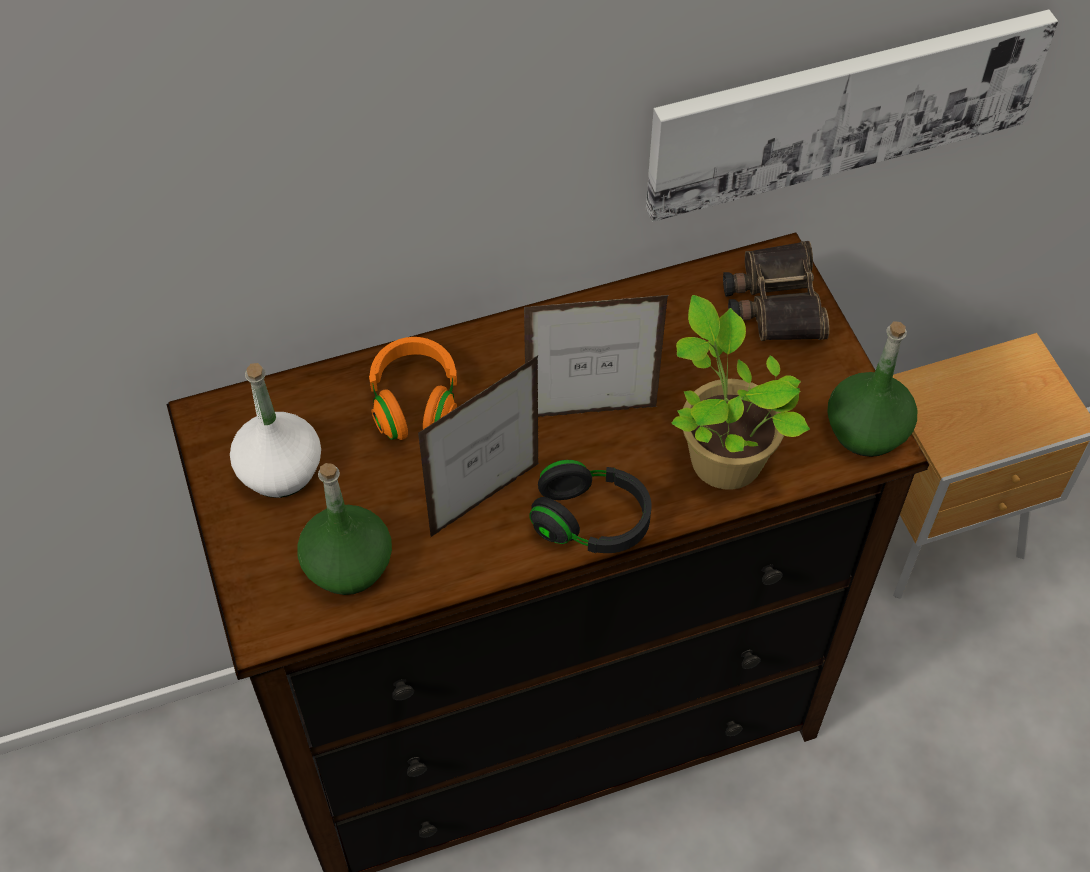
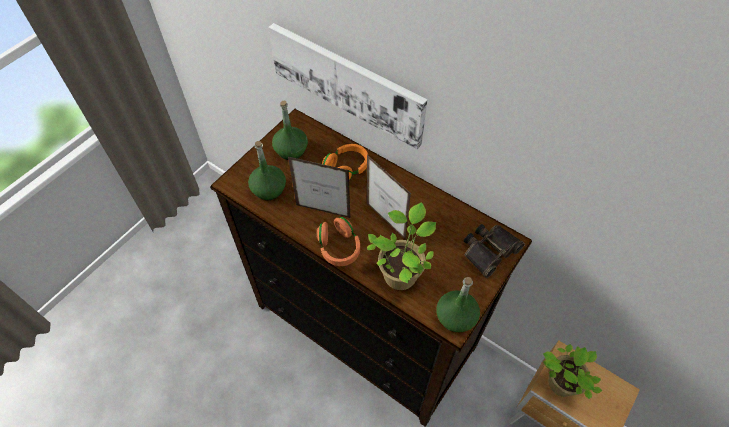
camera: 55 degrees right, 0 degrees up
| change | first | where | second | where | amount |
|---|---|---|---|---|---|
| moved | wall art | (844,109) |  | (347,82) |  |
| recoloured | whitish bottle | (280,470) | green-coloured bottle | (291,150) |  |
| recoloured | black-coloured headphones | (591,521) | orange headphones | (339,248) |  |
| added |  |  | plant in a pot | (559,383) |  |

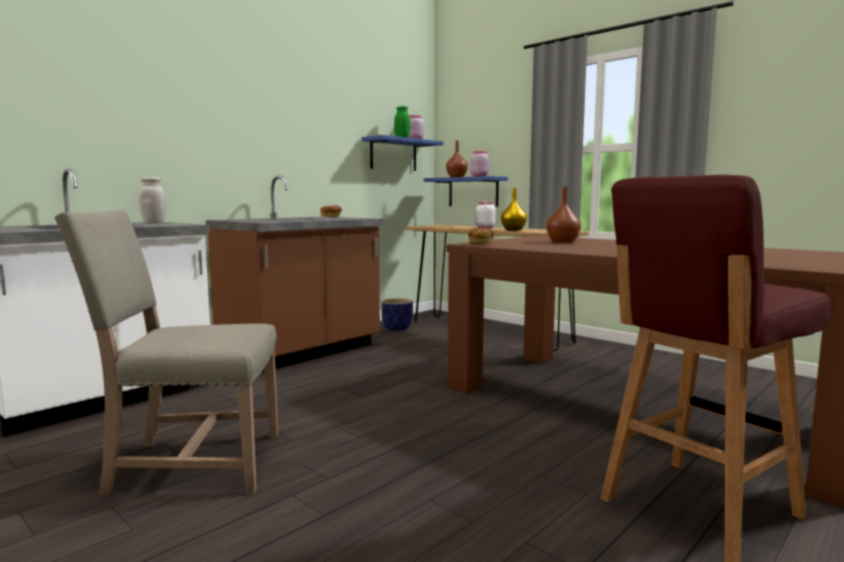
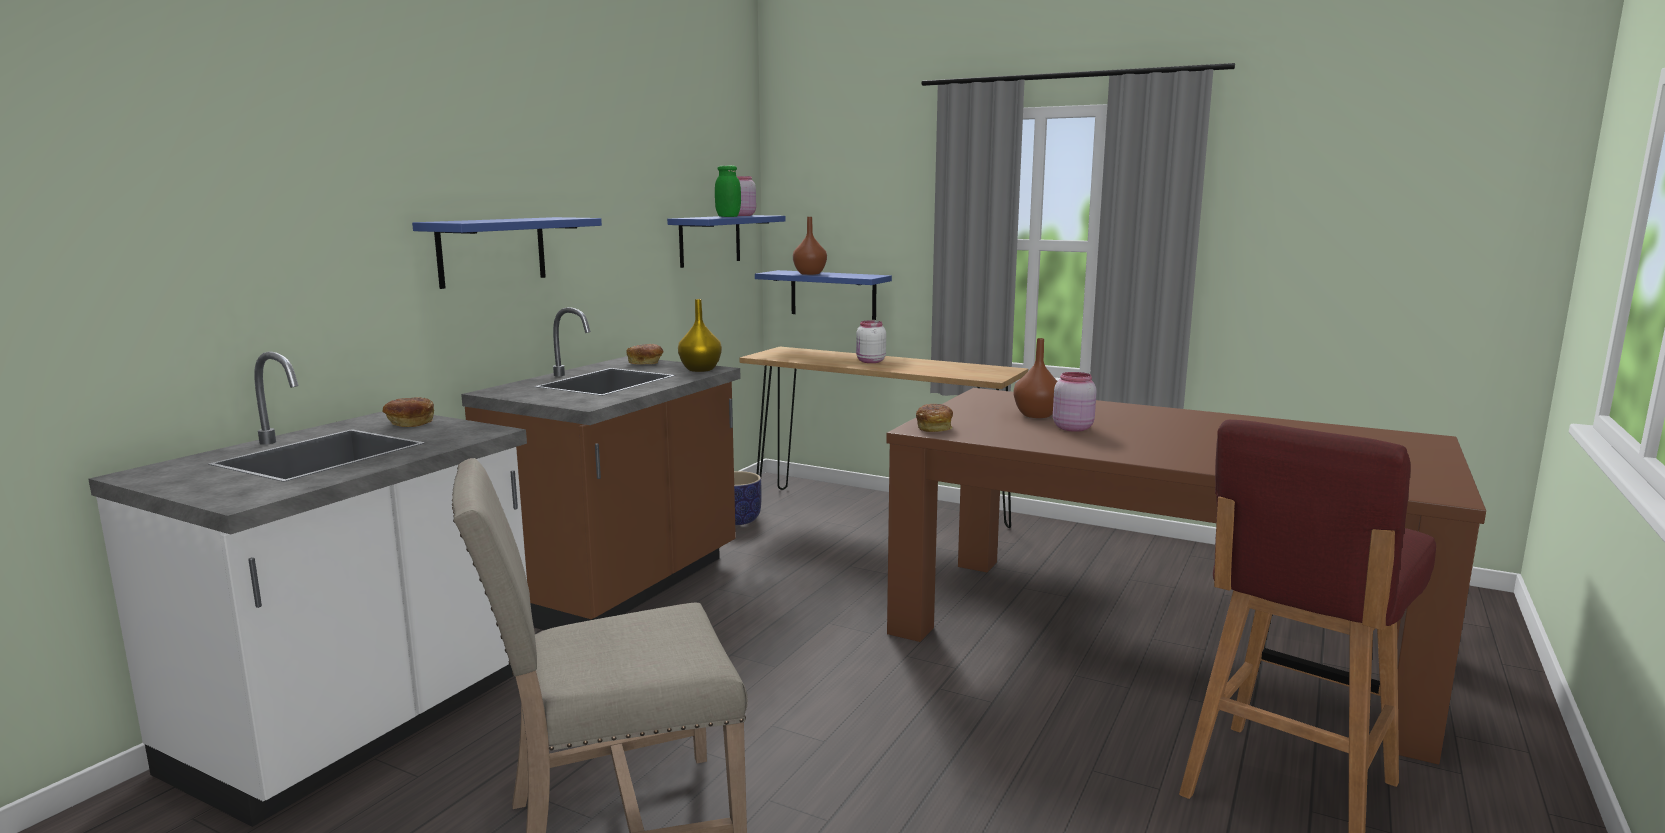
camera: 15 degrees left, 5 degrees up
| change | first | where | second | where | amount |
|---|---|---|---|---|---|
| moved | pink preserve jar | (479,176) |  | (1072,428) |  |
| replaced | whitish preserve jar | (153,223) | baked bread | (410,423) |  |
| moved | yellow-coloured flower vase | (513,230) |  | (700,370) |  |
| added |  |  | blue bracket shelf | (492,251) |  |

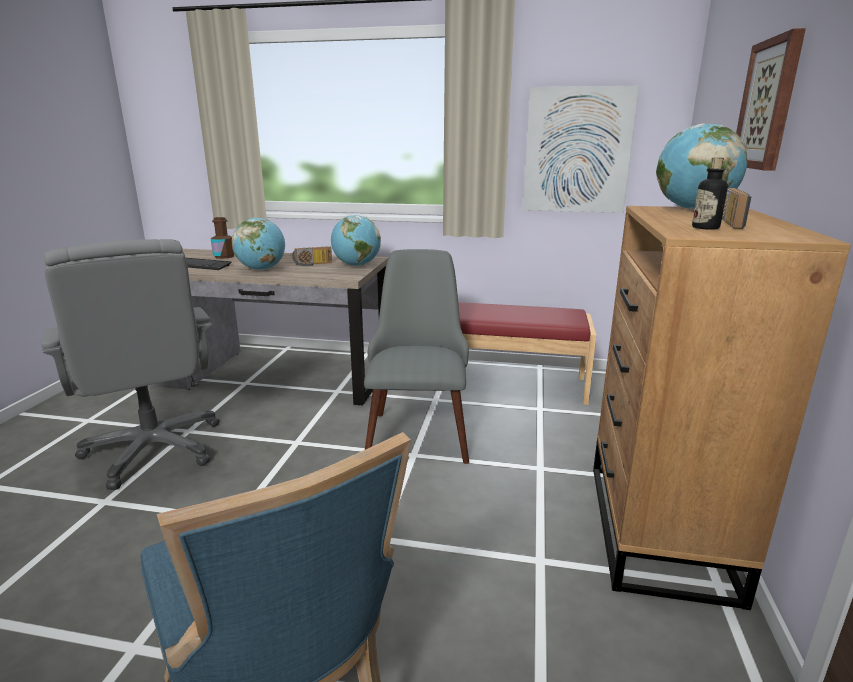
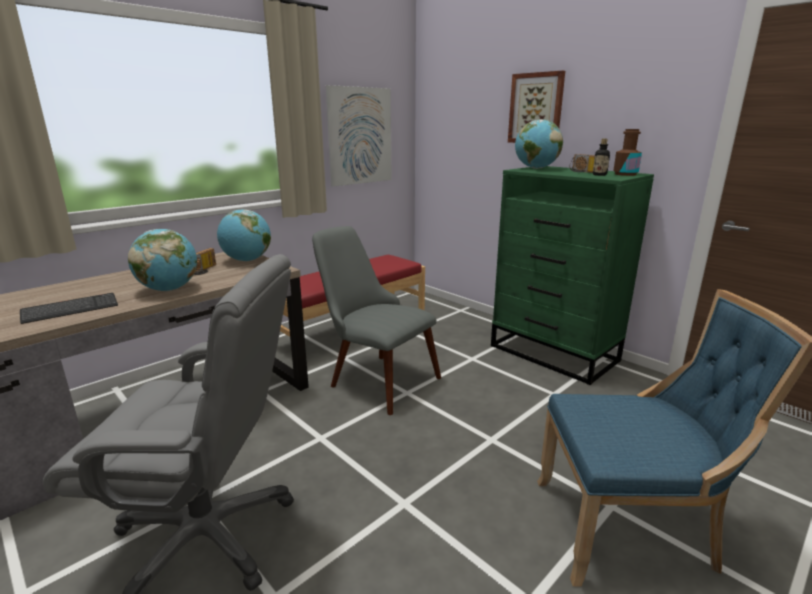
camera: 55 degrees left, 0 degrees up
| change | first | where | second | where | amount |
|---|---|---|---|---|---|
| recoloured | brownish chest of drawers | (658,529) | green-coloured chest of drawers | (554,354) |  |
| moved | brownish bottle | (224,256) |  | (625,174) |  |

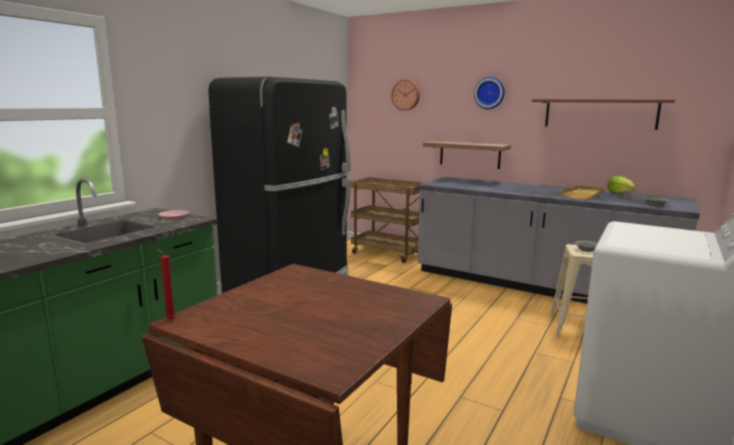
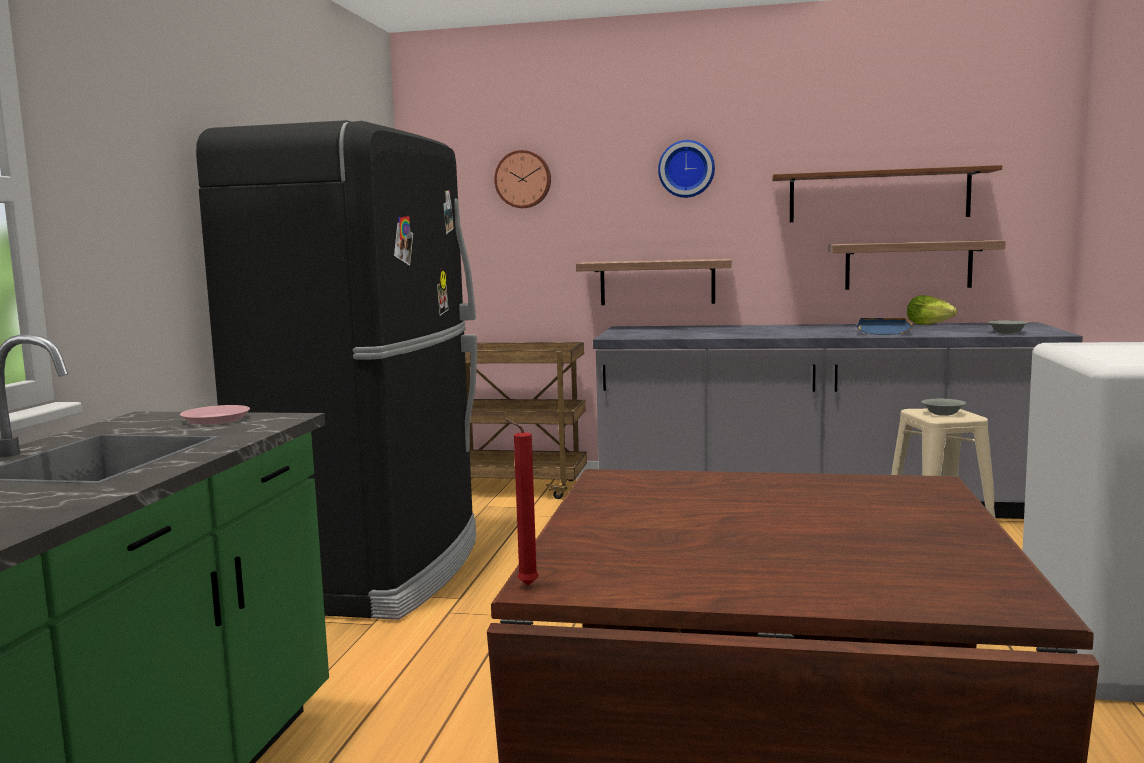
camera: 20 degrees left, 5 degrees down
| change | first | where | second | where | amount |
|---|---|---|---|---|---|
| recoloured | sand-coloured serving tray | (583,194) | blue serving tray | (883,329) |  |
| added |  |  | bracket shelf | (908,265) |  |

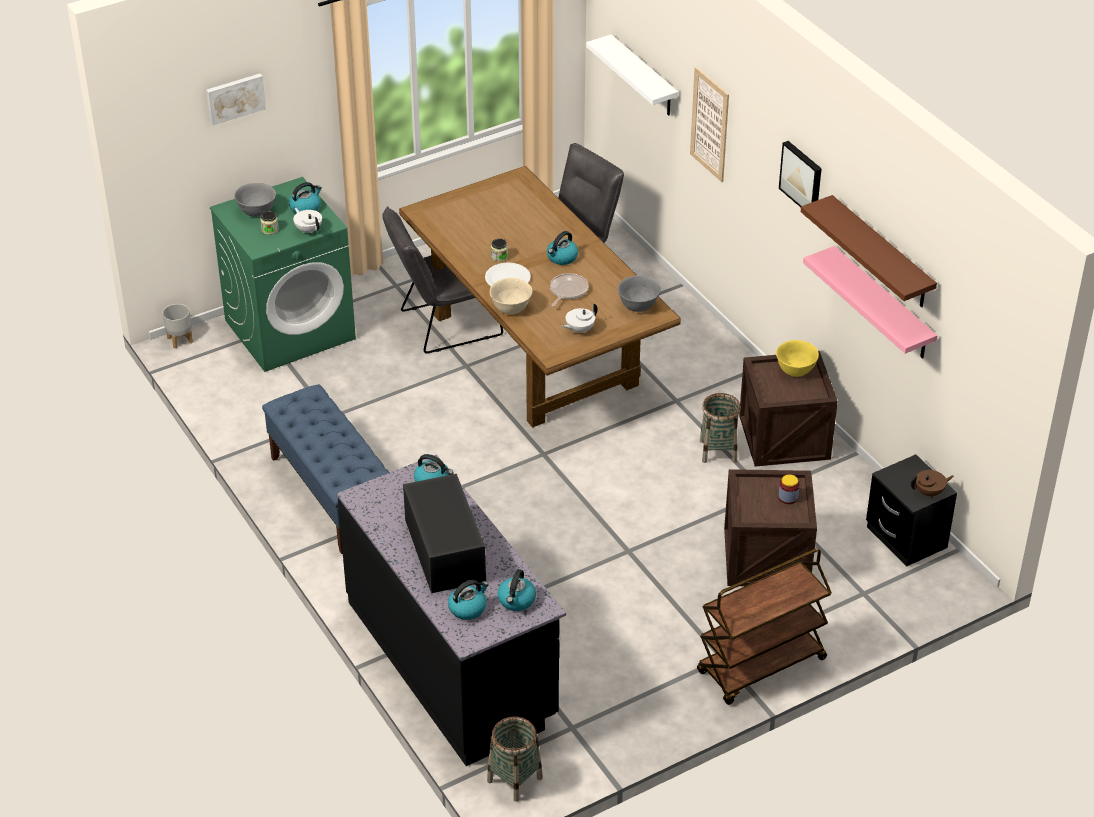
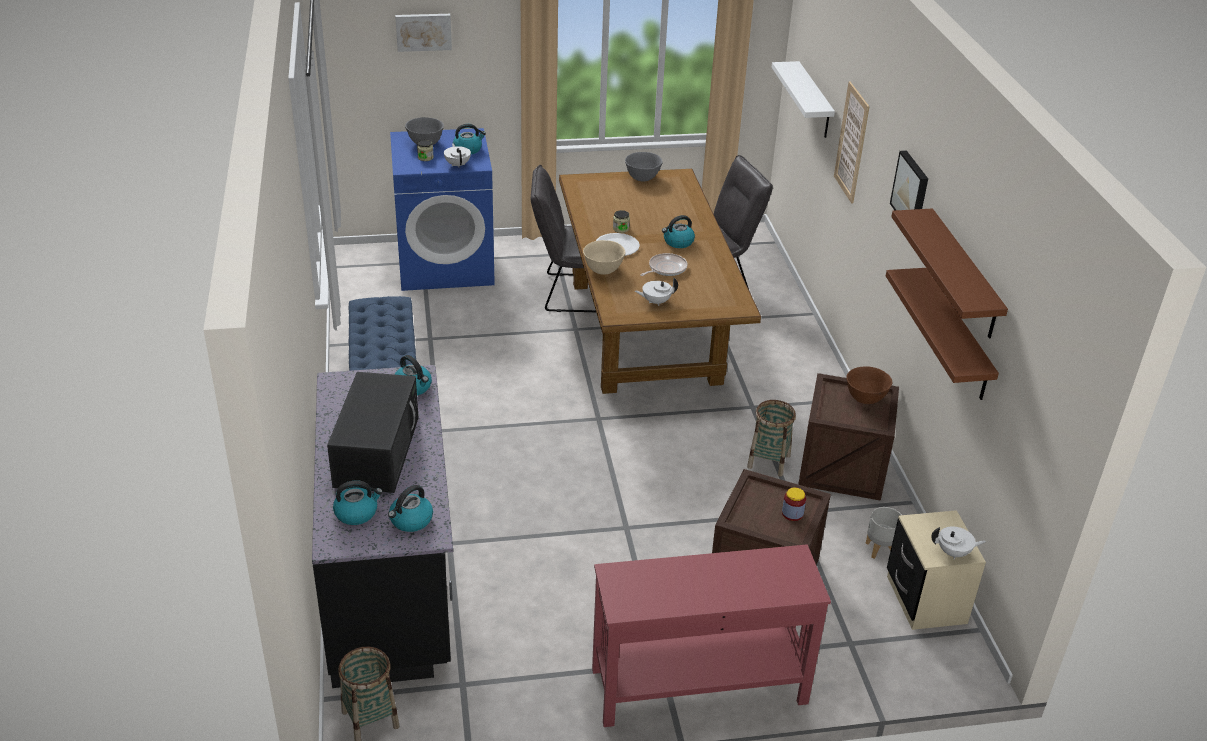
camera: 20 degrees right, 5 degrees down
| change | first | where | second | where | amount |
|---|---|---|---|---|---|
| recoloured | green-coloured washing machine | (290,329) | blue washing machine | (446,265) |  |
| recoloured | pink bracket shelf | (882,304) | brownish bracket shelf | (956,335) |  |
| moved | grey deep dish | (638,306) |  | (643,178) |  |
| moved | grey planter | (180,340) |  | (880,549) |  |
| recoloured | yellow-coloured deep dish | (796,370) | brownish deep dish | (865,398) |  |
| recoloured | black-coloured nightstand | (906,537) | sand-coloured nightstand | (925,600) |  |
| recoloured | brownish pot for tea | (929,492) | whitish pot for tea | (954,553) |  |
| replaced | brownish wheeled cart | (761,667) | red-coloured console table | (697,686) |  |

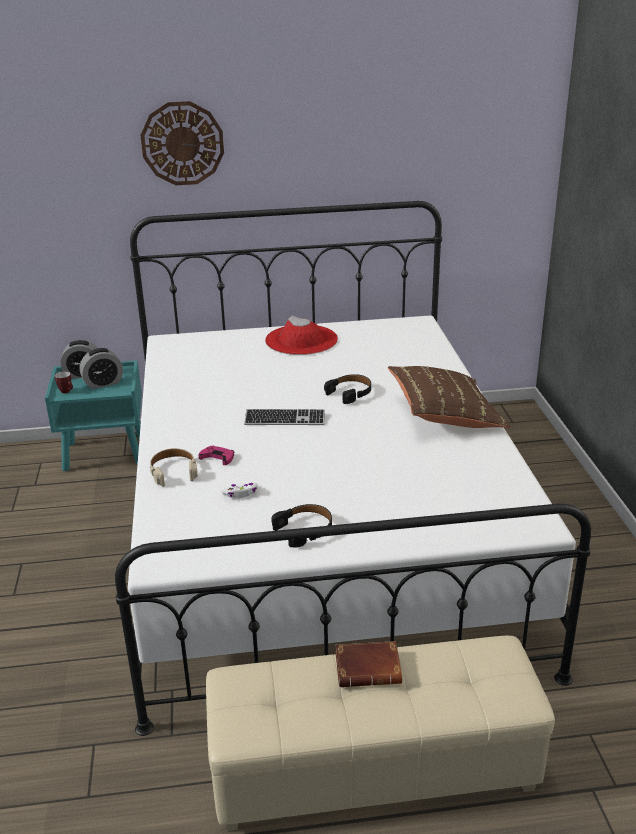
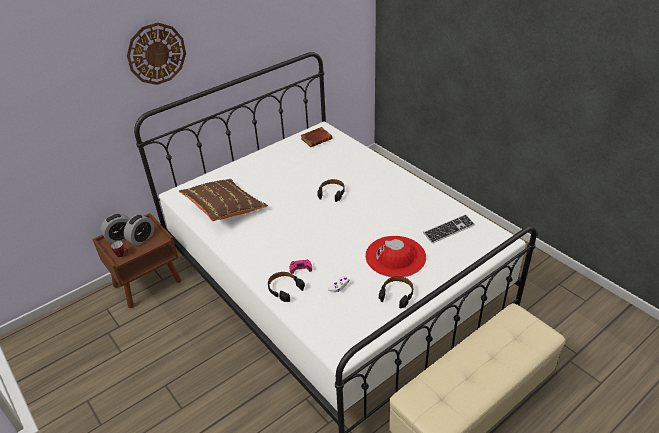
camera: 30 degrees left, 10 degrees up
| change | first | where | second | where | amount |
|---|---|---|---|---|---|
| moved | red-coloured clothing hat | (301,340) |  | (395,256) |  |
| recoloured | blue-green nightstand | (106,453) | brownish nightstand | (148,283) |  |
| moved | brownish pillow | (444,415) |  | (224,209) |  |
| moved | PC keyboard | (285,419) |  | (449,230) |  |
| recoloured | sand-coloured headphones | (173,472) | black-coloured headphones | (284,288) |  |
| moved | brownish volume | (369,668) |  | (316,139) |  |

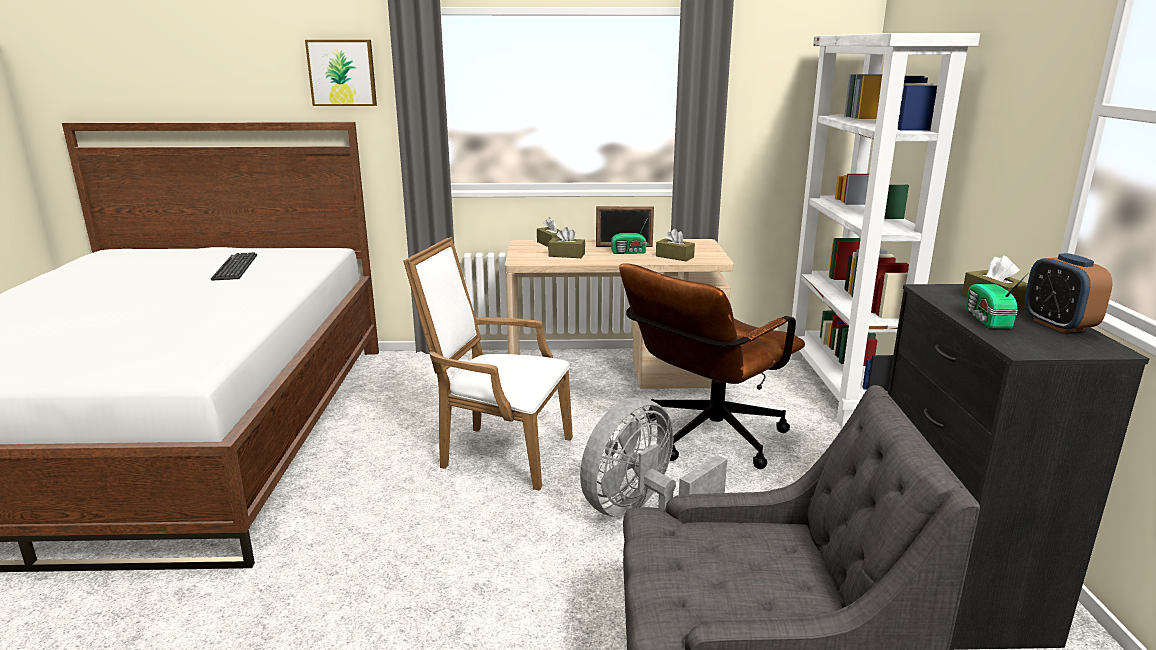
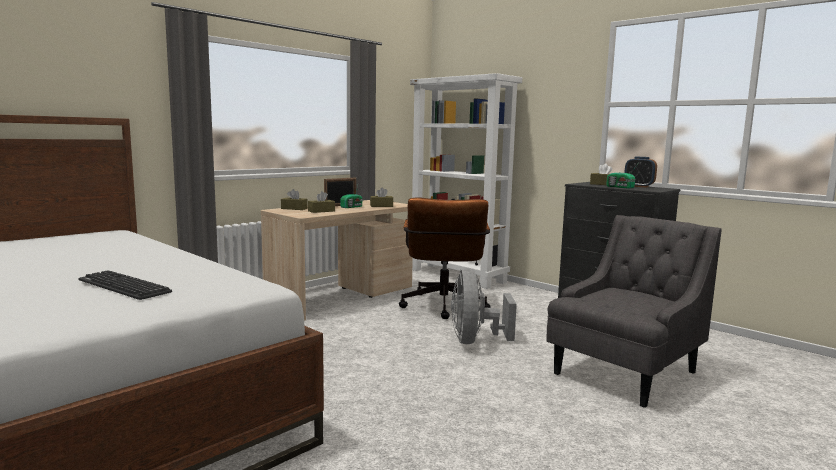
camera: 45 degrees left, 10 degrees down
| change | first | where | second | where | amount |
|---|---|---|---|---|---|
| removed | wall art | (342,73) |  |  |  |
| removed | whitish armchair | (498,453) |  |  |  |
| moved | PC keyboard | (235,267) |  | (124,286) |  |

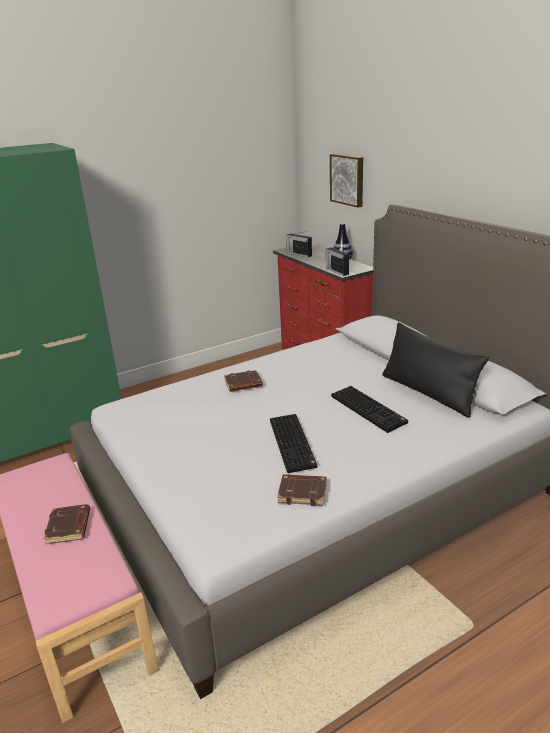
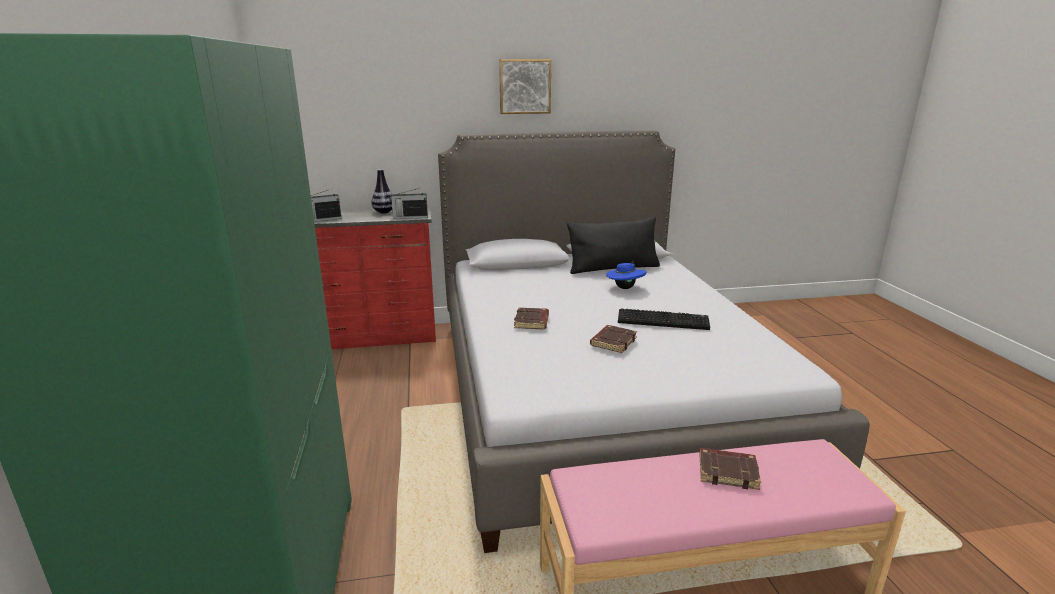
camera: 70 degrees left, 5 degrees down
| change | first | where | second | where | amount |
|---|---|---|---|---|---|
| moved | wall art | (348,179) |  | (524,86) |  |
| replaced | PC keyboard | (369,409) | blue clothing hat | (625,288) |  |
| moved | brownish volume | (303,492) |  | (613,342) |  |

